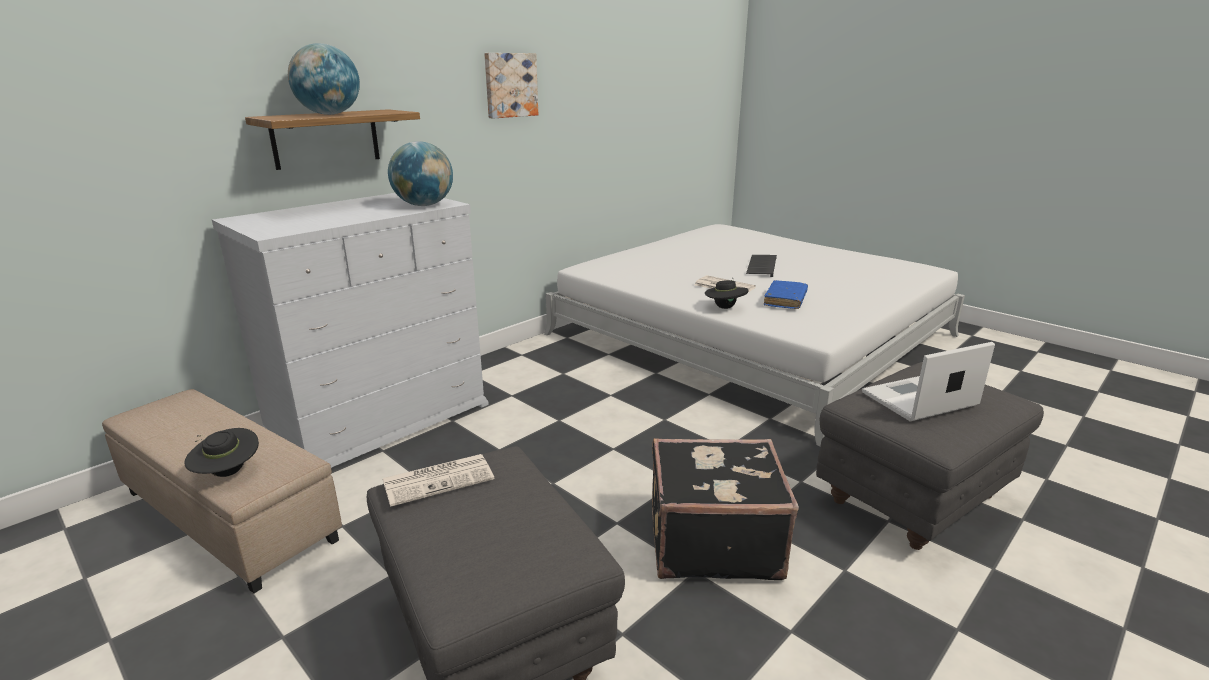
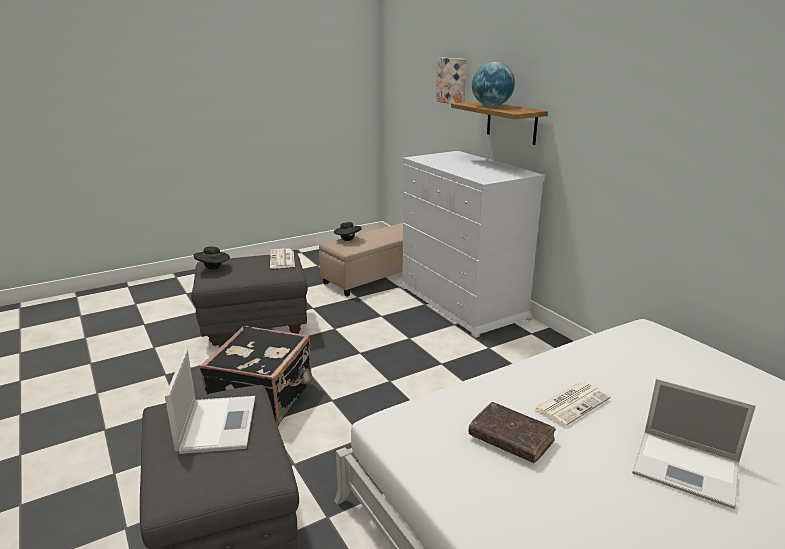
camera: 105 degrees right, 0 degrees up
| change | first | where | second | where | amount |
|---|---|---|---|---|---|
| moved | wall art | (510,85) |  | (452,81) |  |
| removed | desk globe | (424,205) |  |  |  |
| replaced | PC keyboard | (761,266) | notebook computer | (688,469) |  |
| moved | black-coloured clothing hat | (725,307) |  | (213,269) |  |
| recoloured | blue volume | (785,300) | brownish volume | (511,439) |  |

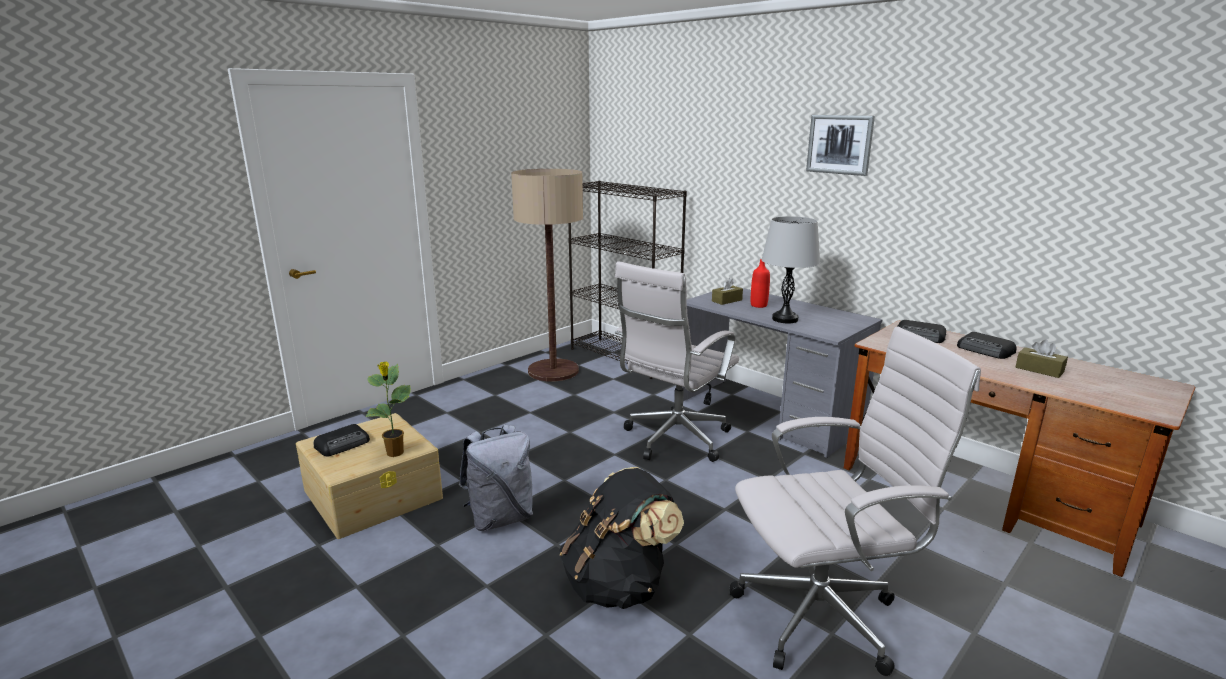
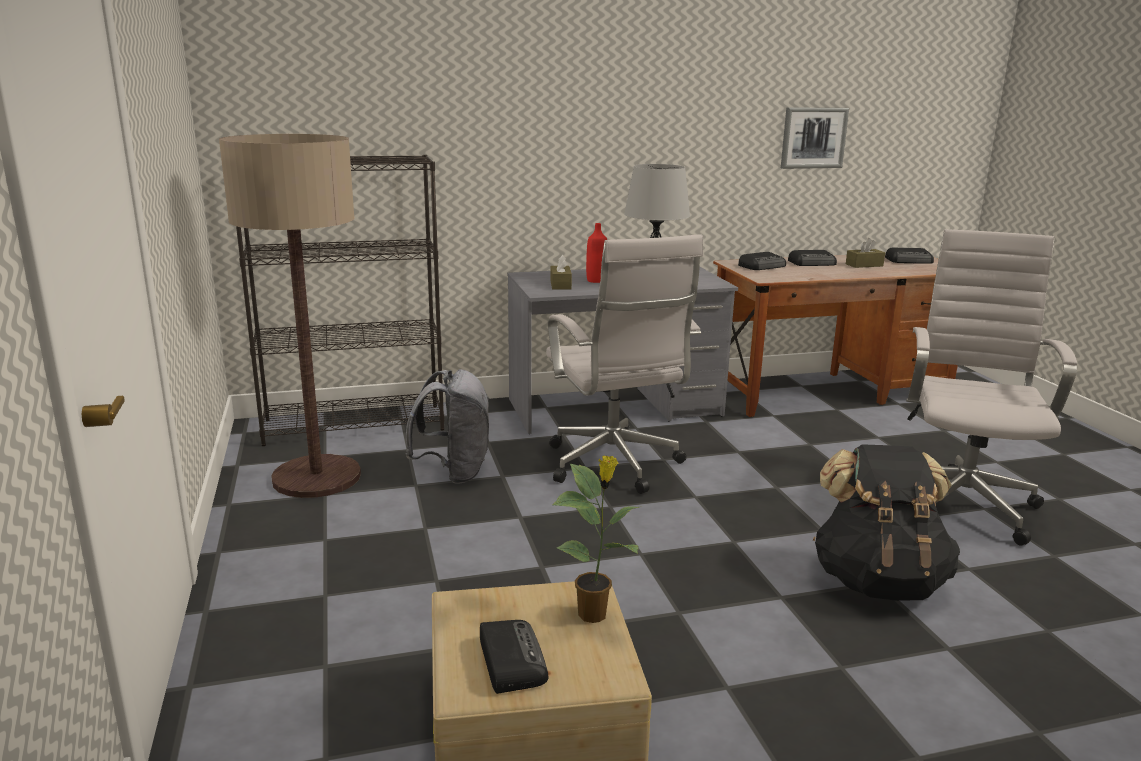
camera: 60 degrees left, 0 degrees up
| change | first | where | second | where | amount |
|---|---|---|---|---|---|
| moved | wall art | (840,144) |  | (813,138) |  |
| moved | grey backpack | (500,518) |  | (454,472) |  |
| added |  |  | radio | (910,261) |  |

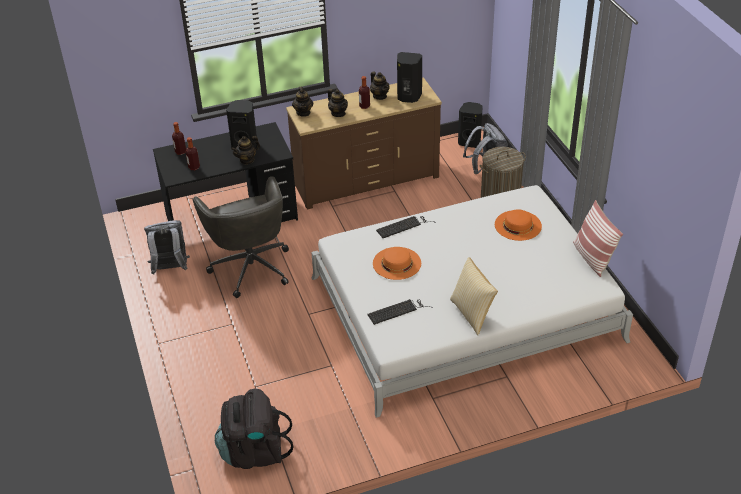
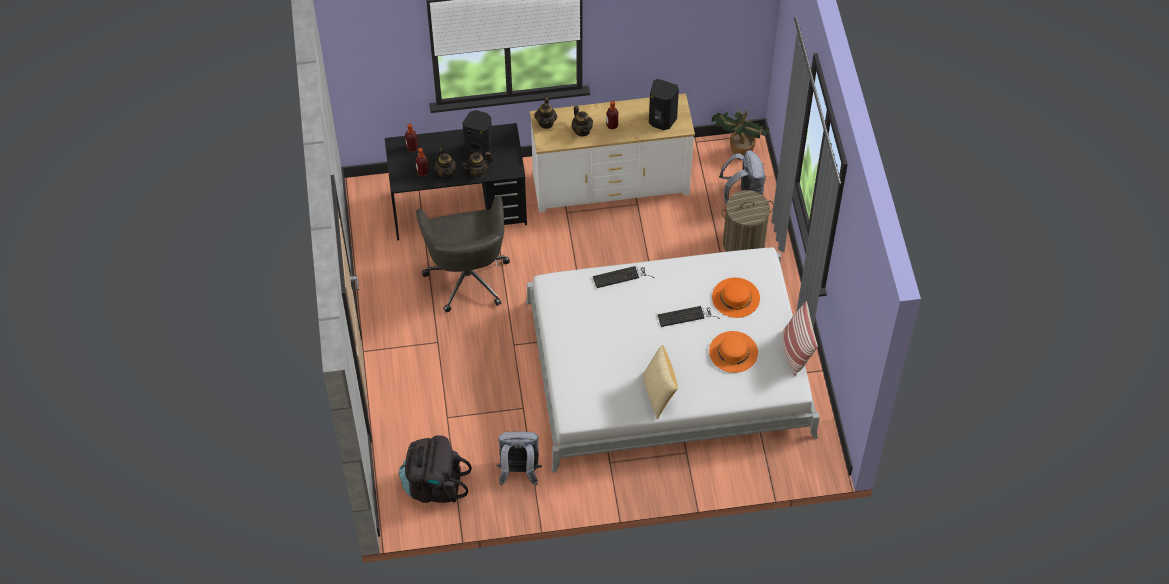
camera: 10 degrees right, 15 degrees up
| change | first | where | second | where | amount |
|---|---|---|---|---|---|
| moved | pot for tea | (380,96) |  | (446,172) |  |
| recoloured | brownish chest of drawers | (366,180) | whitish chest of drawers | (610,183) |  |
| replaced | black-coloured audio speaker | (470,142) | plant in a pot | (738,150) |  |
| moved | grey backpack | (170,269) |  | (519,472) |  |
| moved | orange clothing hat | (397,263) |  | (733,351) |  |
| moved | PC keyboard | (398,311) |  | (687,316) |  |

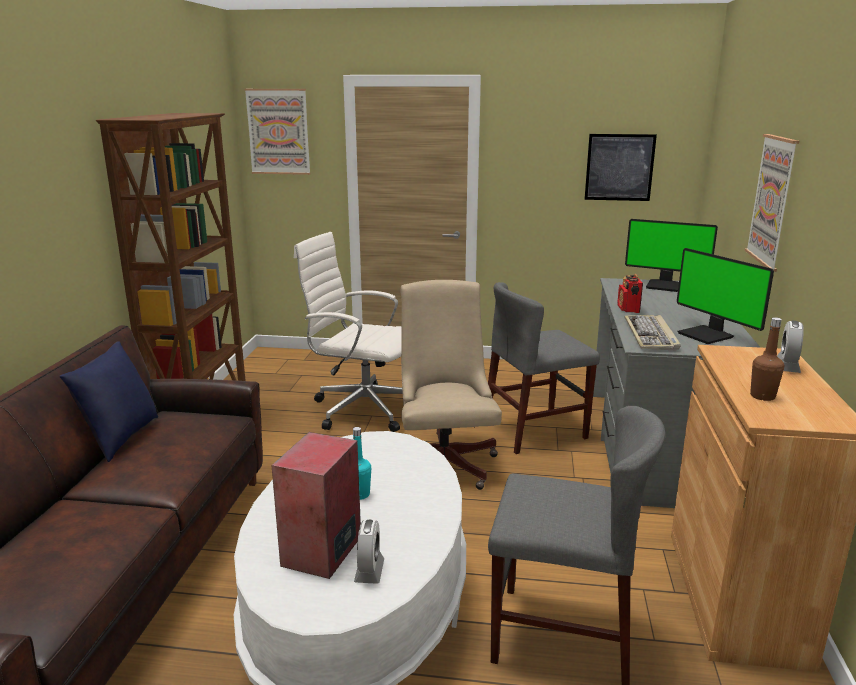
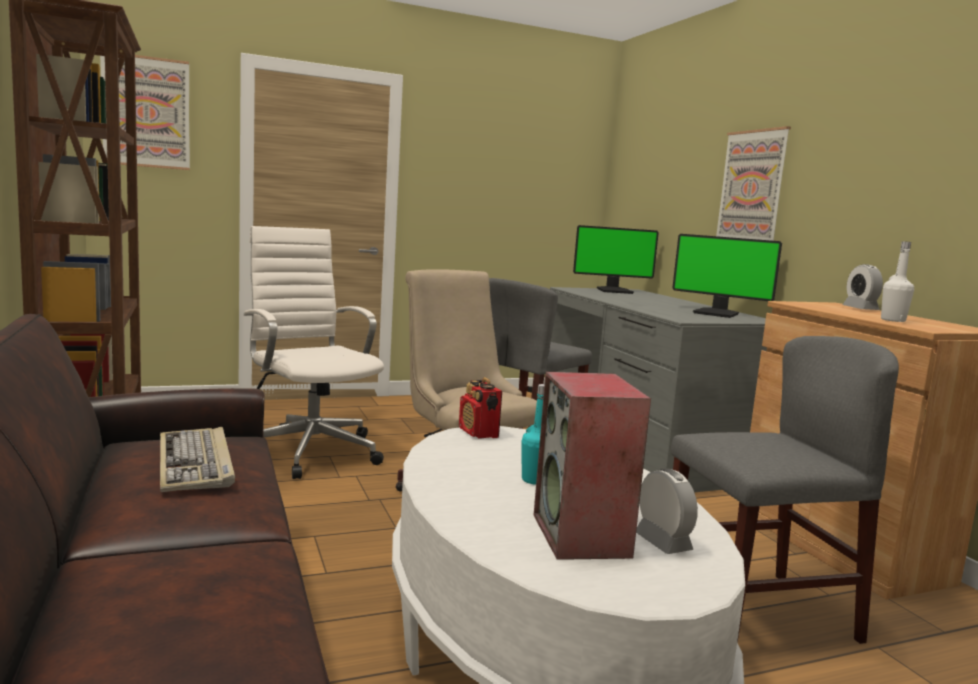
camera: 30 degrees left, 10 degrees down
| change | first | where | second | where | amount |
|---|---|---|---|---|---|
| removed | wall art | (619,167) |  |  |  |
| turned | whitish computer chair | (362,408) |  | (310,450) | 60 degrees clockwise |
| moved | radio | (628,309) |  | (478,433) |  |
| moved | PC keyboard | (651,335) |  | (196,463) |  |
| recoloured | brownish bottle | (762,396) | whitish bottle | (893,320) |  |
| removed | blue pillow | (120,438) |  |  |  |

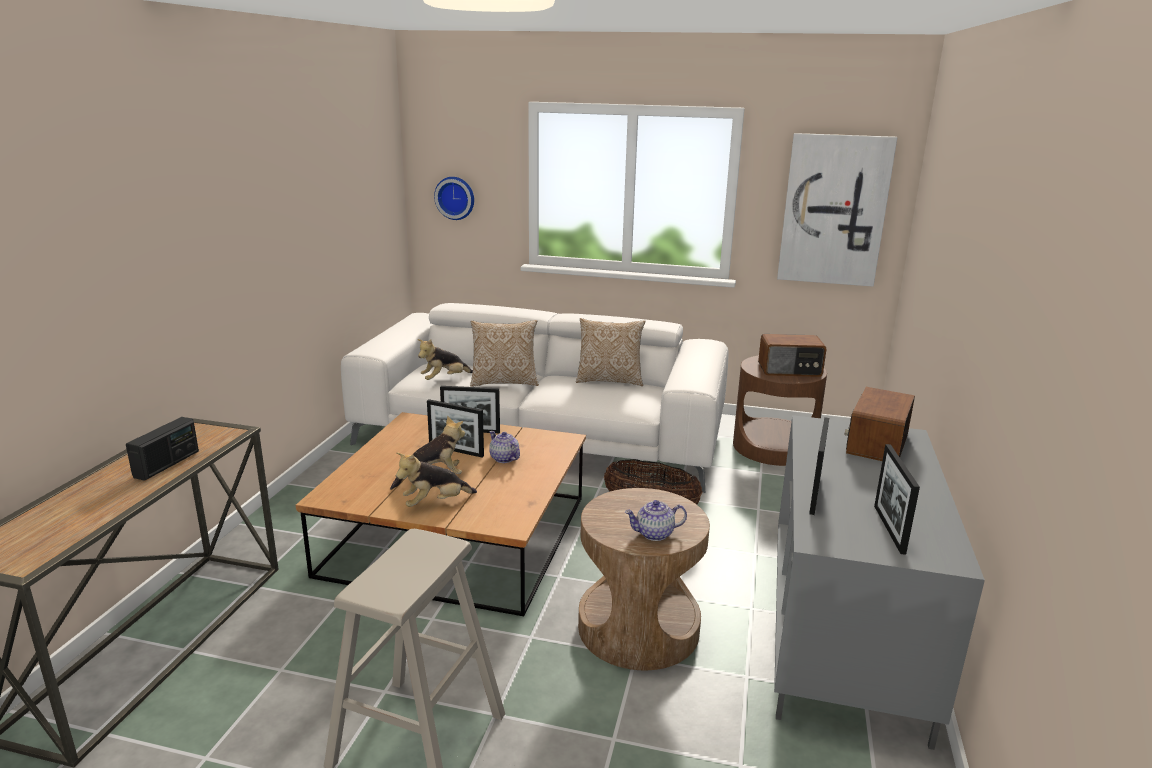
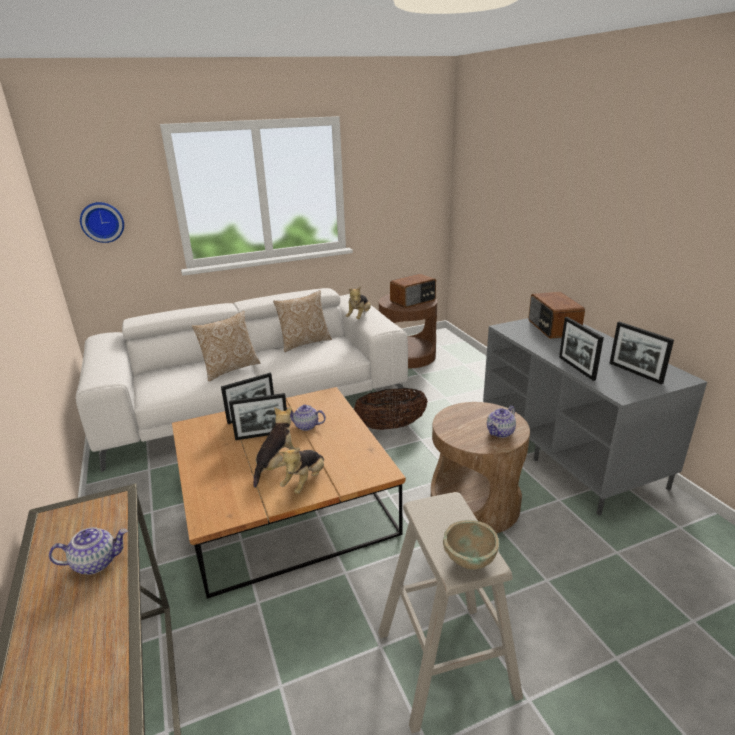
camera: 35 degrees left, 5 degrees up
| change | first | where | second | where | amount |
|---|---|---|---|---|---|
| removed | wall art | (834,210) |  |  |  |
| moved | cuddly toy | (444,379) |  | (359,317) |  |
| replaced | radio | (167,464) | pot for tea | (96,562) |  |
| added |  |  | sand-coloured deep dish | (469,560) |  |

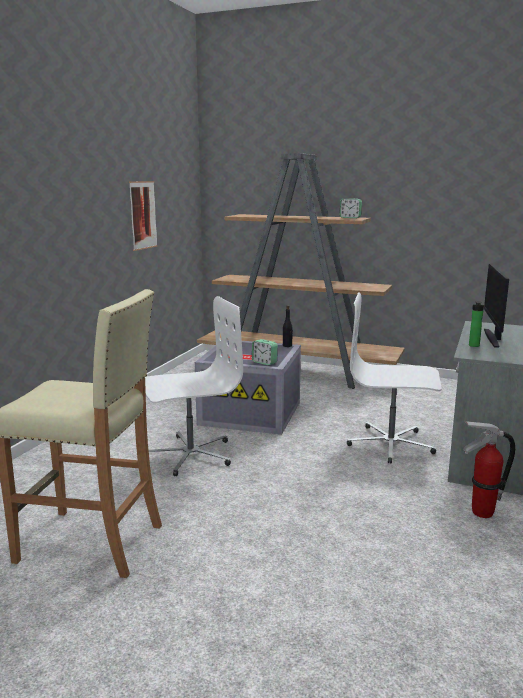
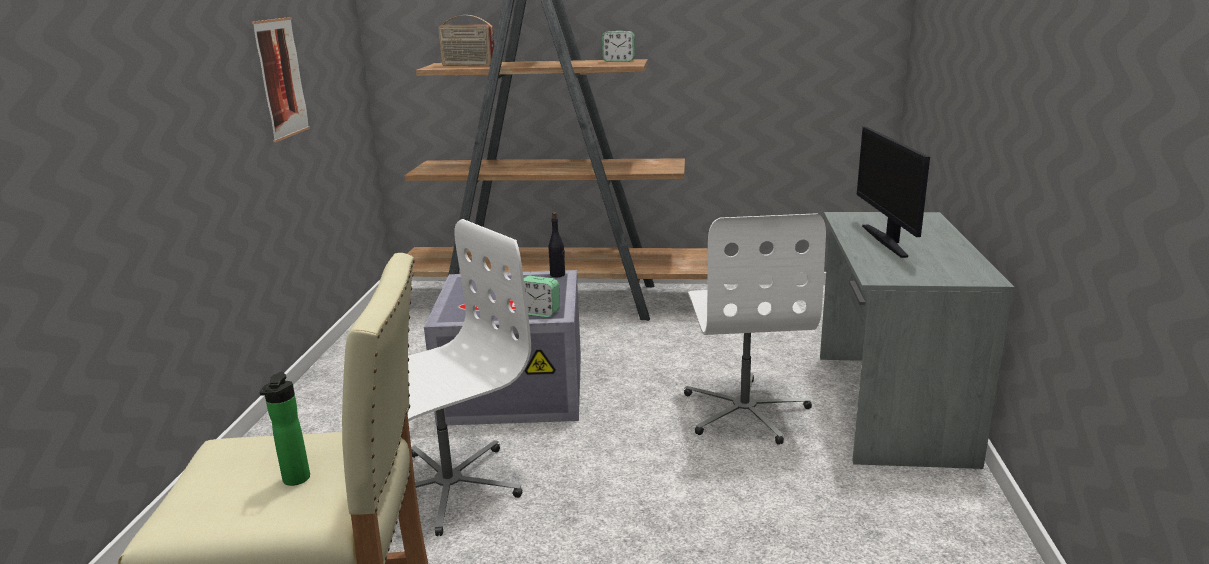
camera: 15 degrees left, 5 degrees up
| change | first | where | second | where | amount |
|---|---|---|---|---|---|
| turned | whitish computer chair | (391,444) |  | (745,411) | 90 degrees counterclockwise |
| moved | bottle | (474,346) |  | (295,481) |  |
| removed | fire extinguisher | (481,513) |  |  |  |
| added |  |  | radio | (468,65) |  |

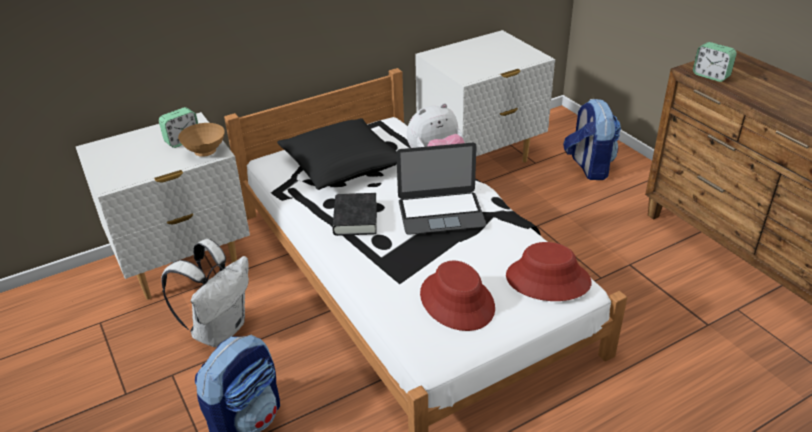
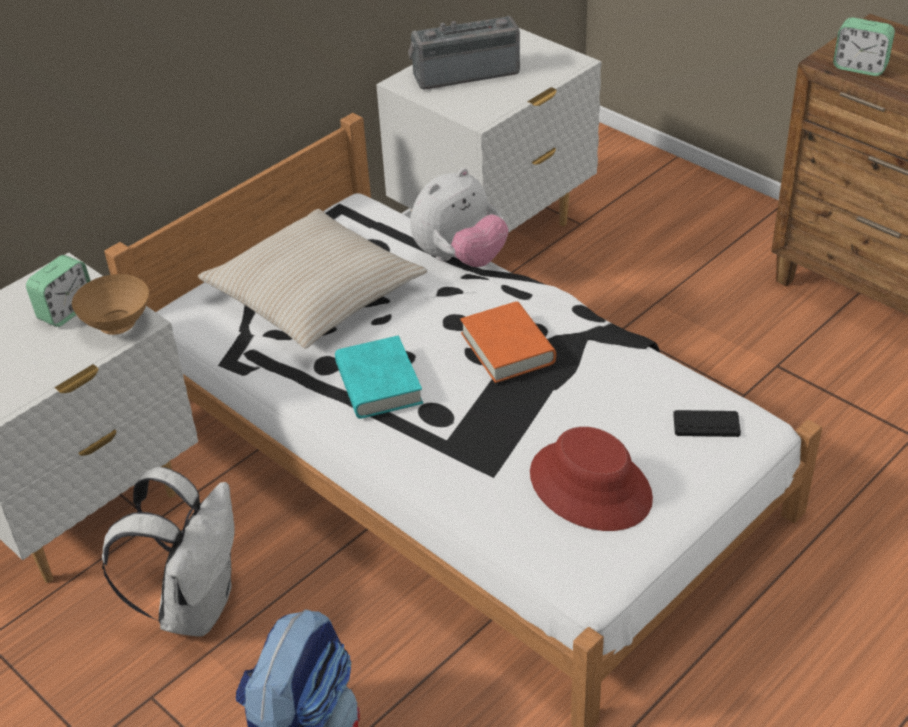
camera: 15 degrees left, 5 degrees up
| change | first | where | second | where | amount |
|---|---|---|---|---|---|
| removed | backpack | (588,167) |  |  |  |
| recoloured | black-coloured pillow | (342,164) | sand-coloured pillow | (314,294) |  |
| replaced | notebook computer | (441,213) | orange volume | (507,348) |  |
| recoloured | black-coloured volume | (355,218) | blue-green volume | (378,384) |  |
| replaced | red-coloured clothing hat | (547,280) | black-coloured joypad | (706,425) |  |
| added |  |  | radio | (465,72) |  |

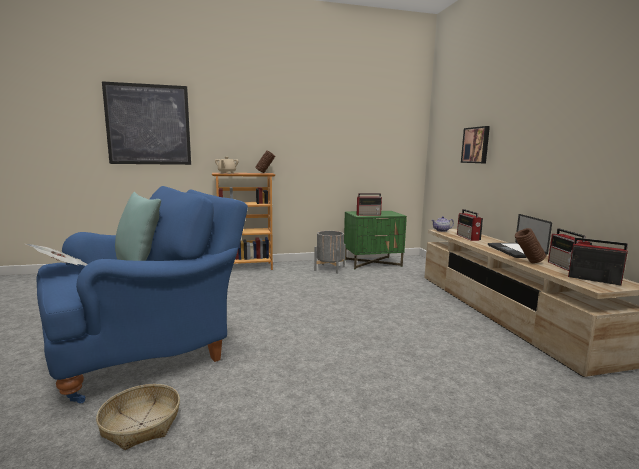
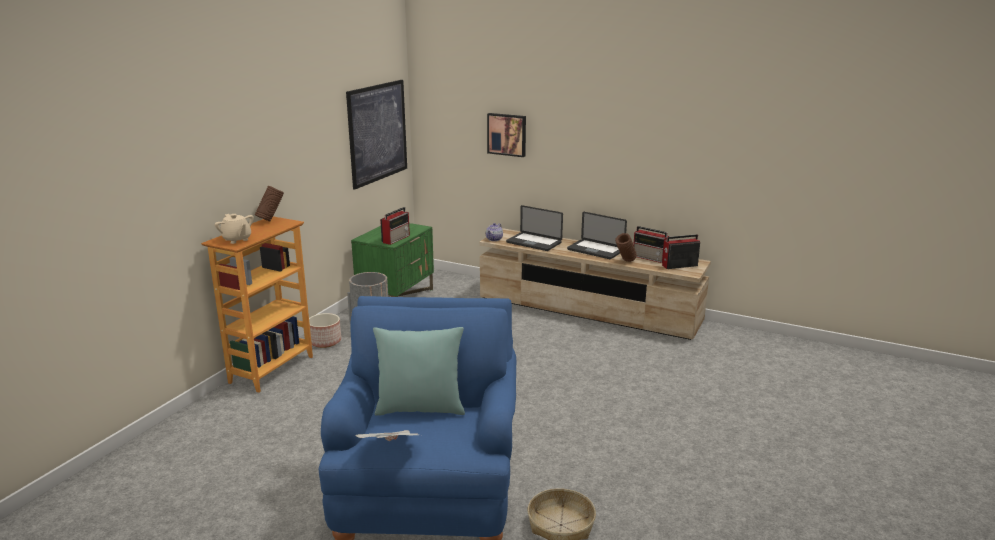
camera: 50 degrees left, 10 degrees up
| change | first | where | second | where | amount |
|---|---|---|---|---|---|
| moved | wall art | (148,125) |  | (377,132) |  |
| replaced | radio | (468,237) | notebook computer | (534,242) |  |
| added |  |  | planter | (325,341) |  |

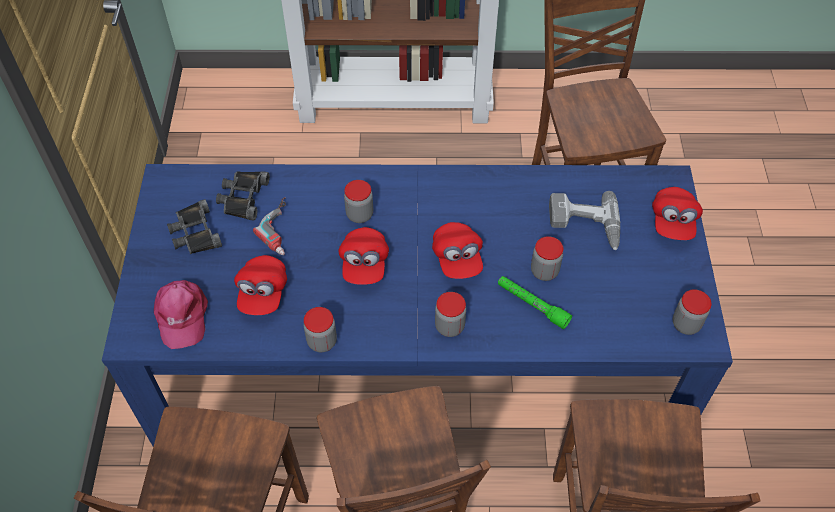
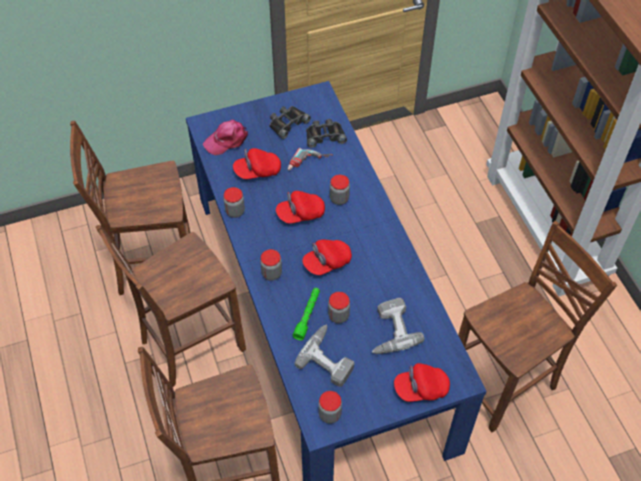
camera: 70 degrees right, 0 degrees up
| change | first | where | second | where | amount |
|---|---|---|---|---|---|
| added |  |  | electric drill | (329,358) |  |

